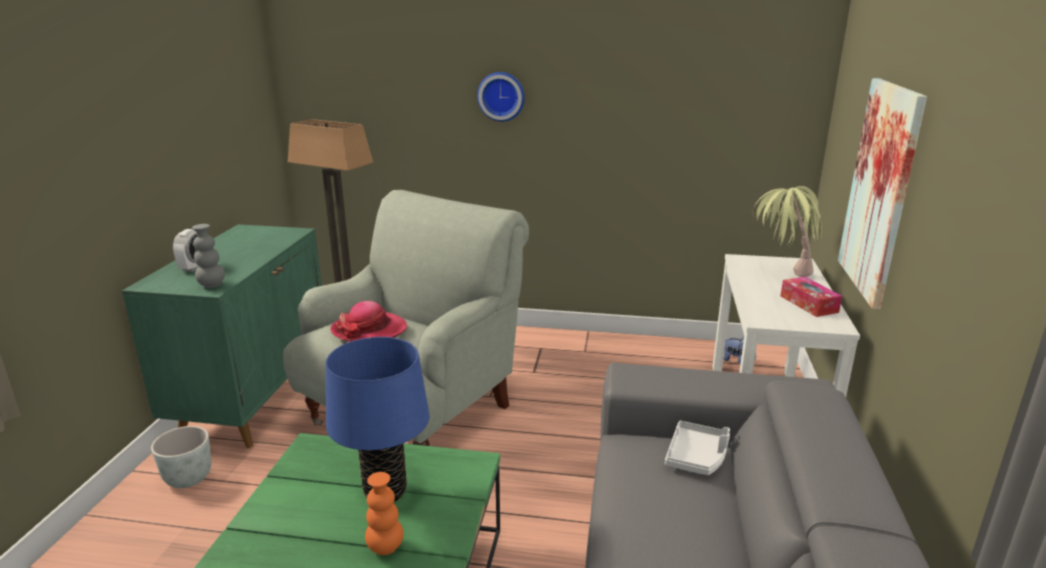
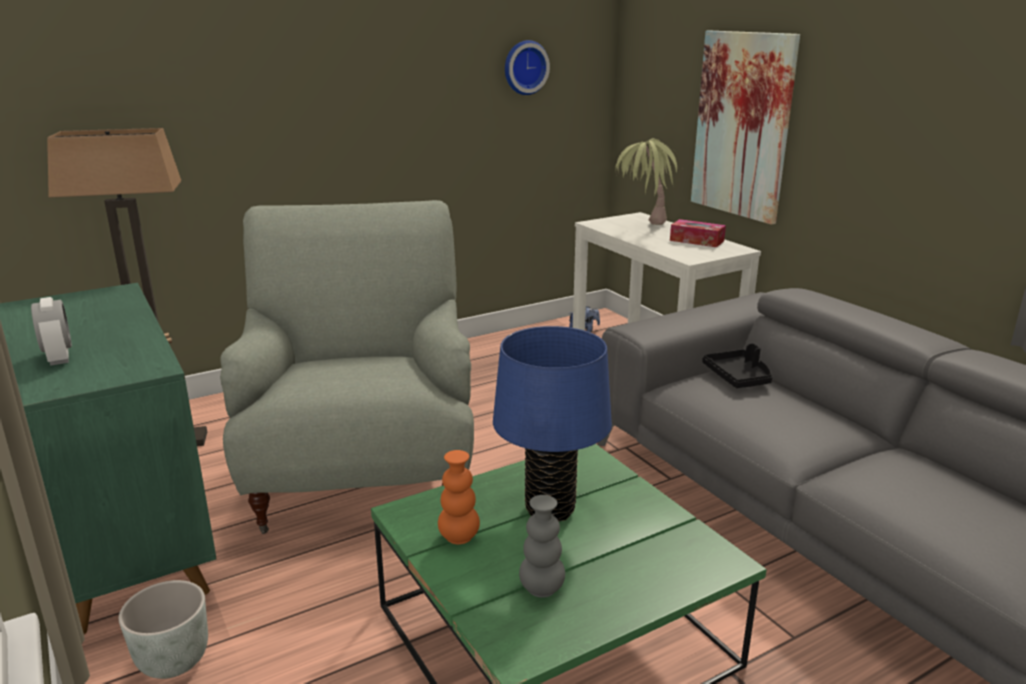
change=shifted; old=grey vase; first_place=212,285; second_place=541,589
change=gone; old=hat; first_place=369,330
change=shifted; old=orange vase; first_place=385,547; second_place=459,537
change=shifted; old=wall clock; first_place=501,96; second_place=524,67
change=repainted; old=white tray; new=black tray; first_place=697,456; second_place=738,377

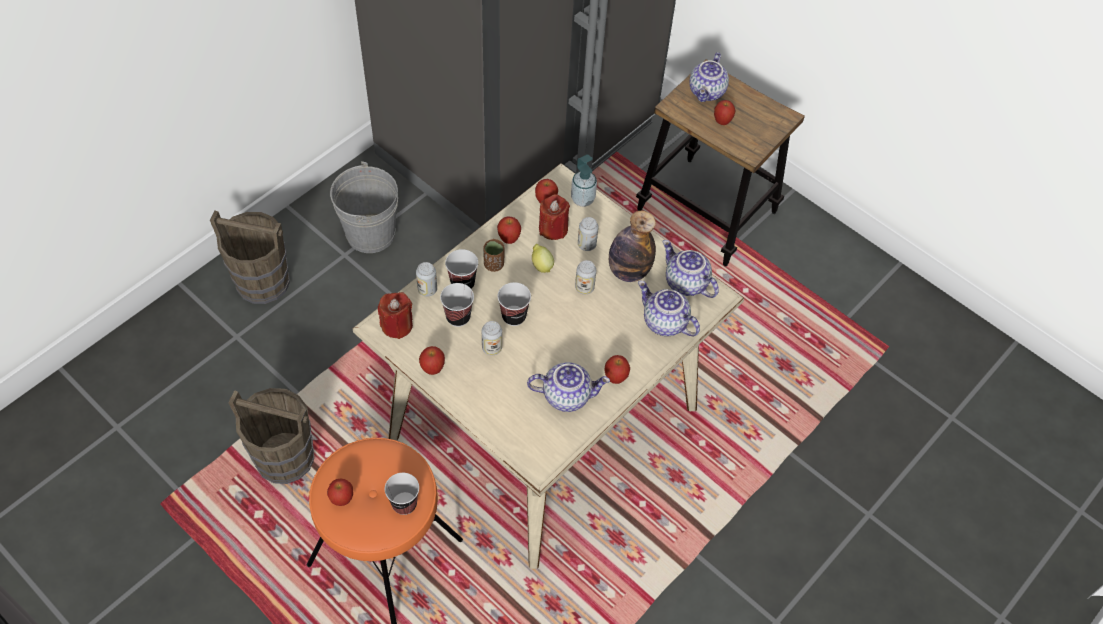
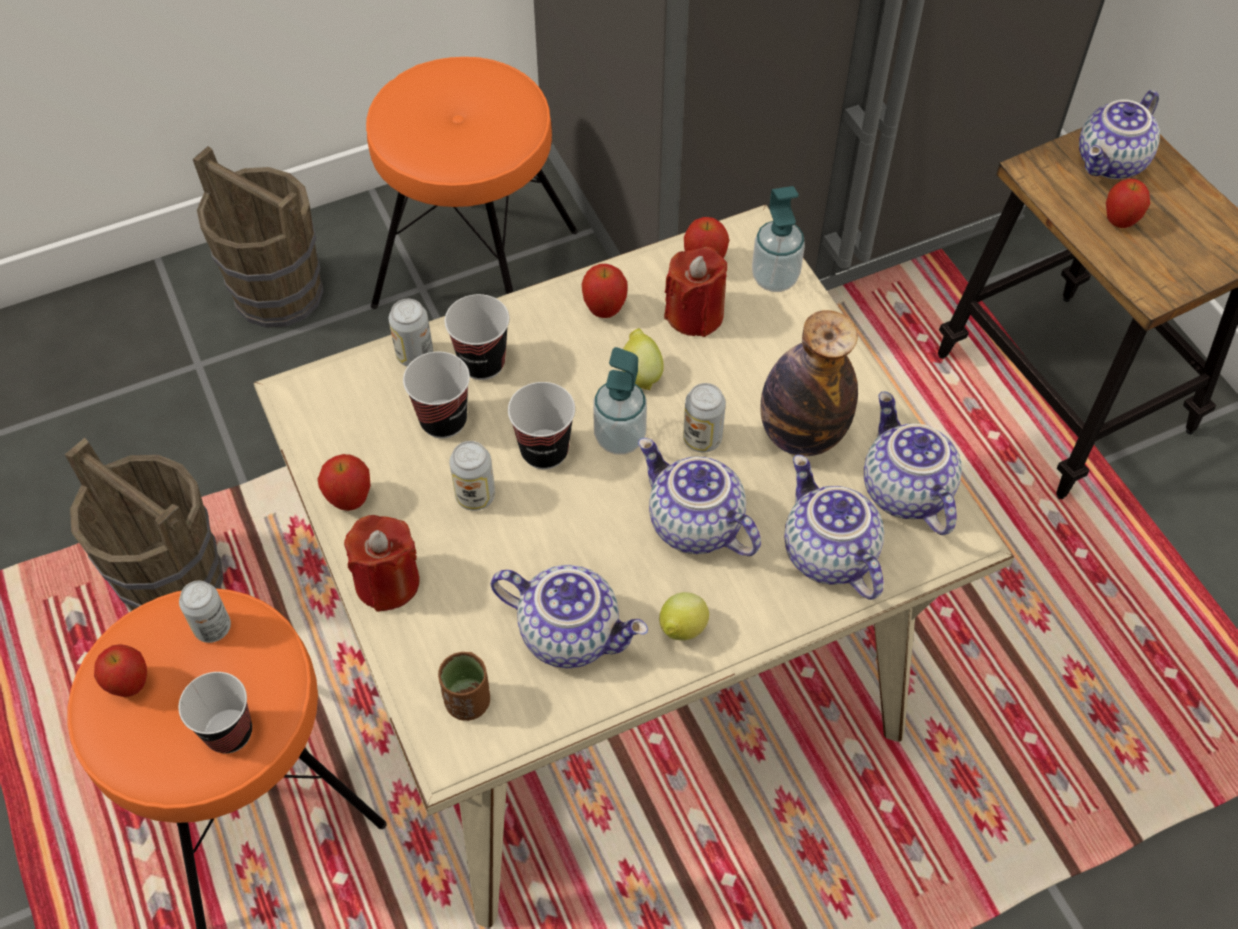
change=swapped; old=grey bucket; new=orange stool; first_place=370,233; second_place=477,267
change=shifted; old=red candle; first_place=397,325; second_place=387,582
change=shifted; old=brown cup; first_place=494,264; second_place=468,702
change=shifted; old=can; first_place=586,244; second_place=212,628
change=swapped; old=apple; new=lemon; first_place=615,378; second_place=681,631
change=new; new=soap dispenser; second_place=620,438
change=new; new=teapot; second_place=693,525

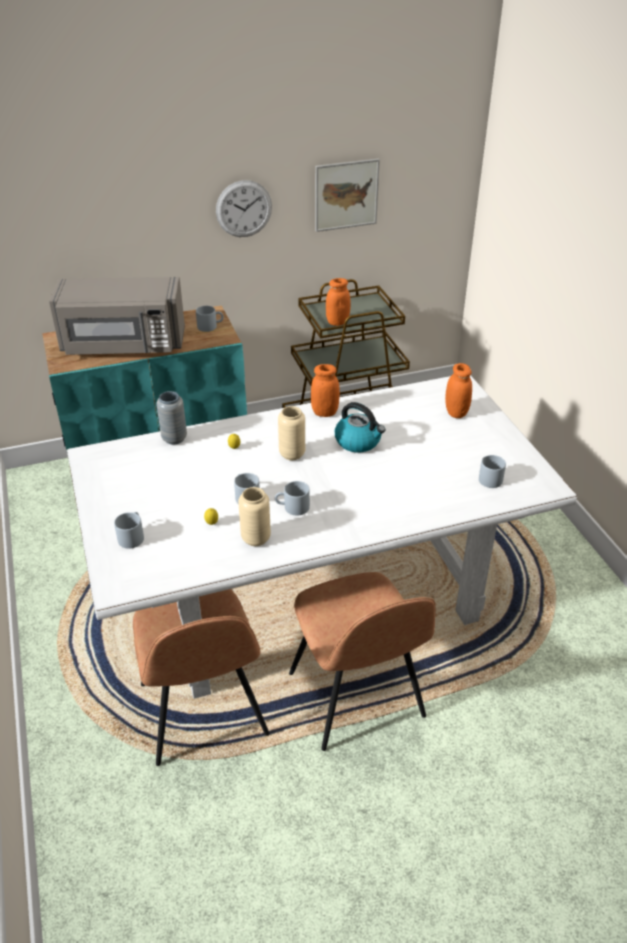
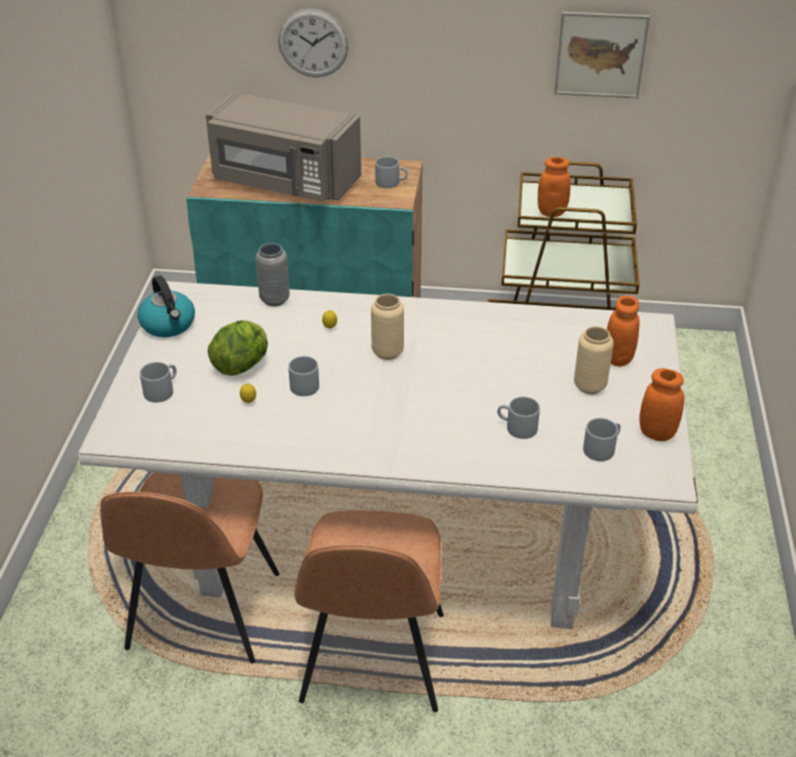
change=shifted; old=wall clock; first_place=244,209; second_place=313,43
change=shifted; old=beige vase; first_place=256,538; second_place=589,386
change=shifted; old=grey mug; first_place=292,507; second_place=516,427
change=shifted; old=orange jar; first_place=324,412; second_place=656,433
change=shifted; old=kettle; first_place=358,441; second_place=168,325
change=new; new=lettuce; second_place=242,365

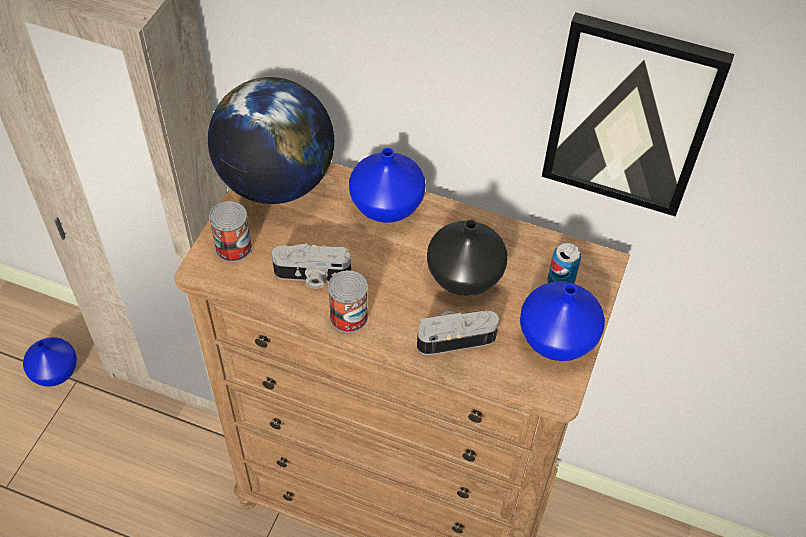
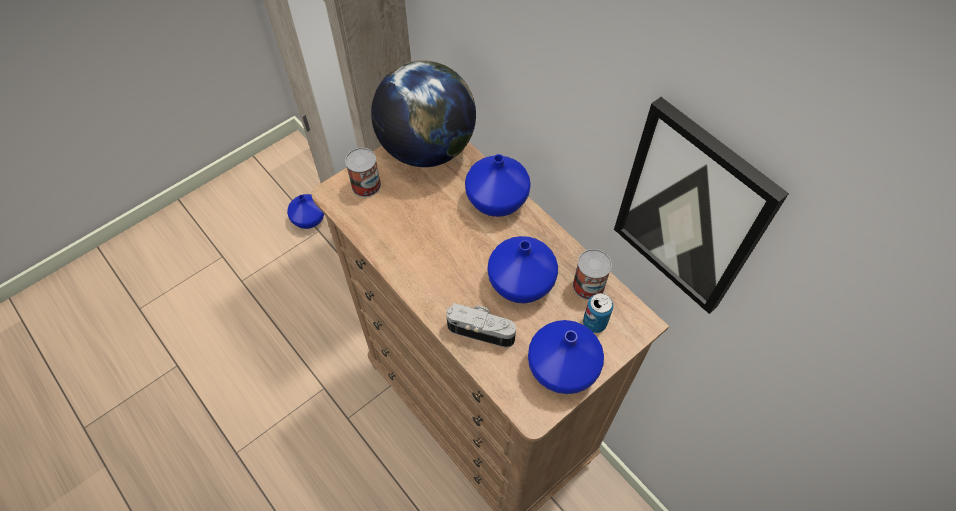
change=gone; old=photo camera; first_place=312,277
change=shifted; old=can; first_place=349,316; second_place=588,285
change=repainted; old=black vase; new=blue vase; first_place=465,277; second_place=521,284

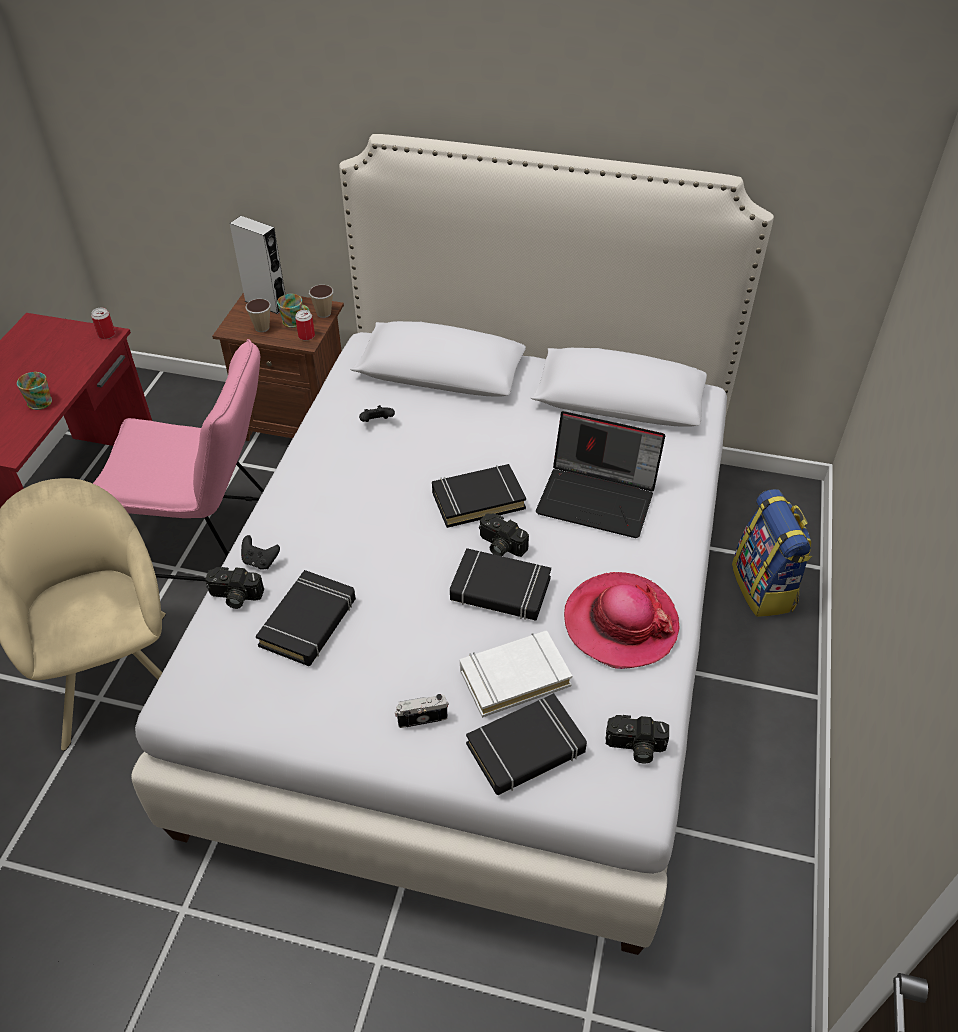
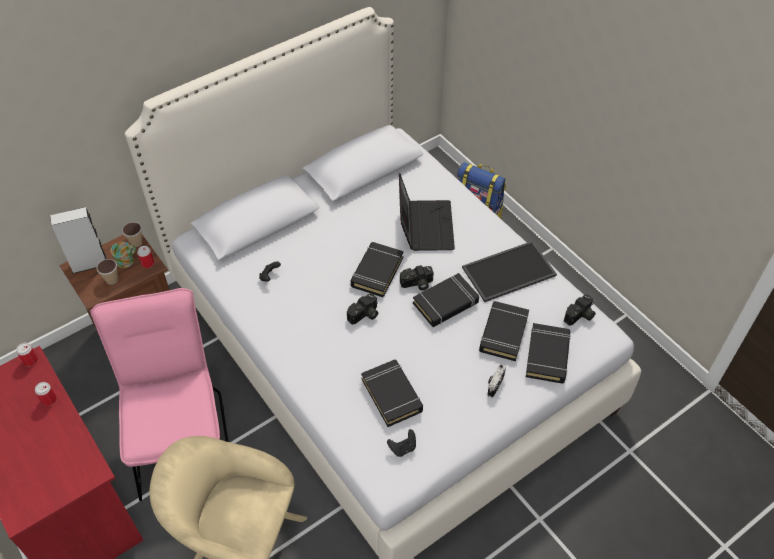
change=gone; old=mug; first_place=41,400
change=rotated; old=pink chair; first_place=205,537; second_place=181,437; degrees=-60
change=shifted; old=photo camera; first_place=234,597; second_place=364,315
change=shifted; old=black game controller; first_place=260,561; second_place=403,448
change=repainted; old=white book; new=black book; first_place=514,677; second_place=503,333
change=rotated; old=laptop; first_place=598,498; second_place=424,225; degrees=-60
change=swapped; old=hat; new=tray; first_place=620,623; second_place=508,272
change=new; new=can; second_place=49,400

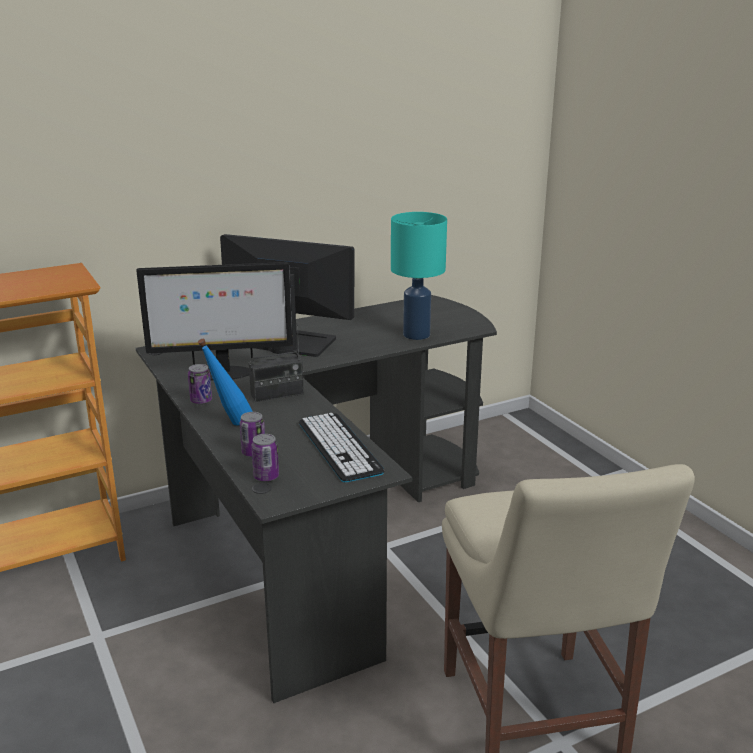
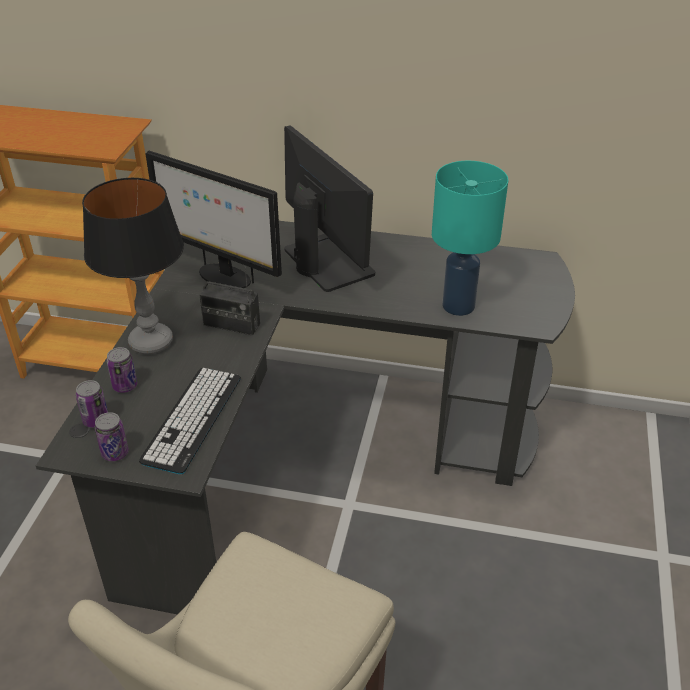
change=shifted; old=can; first_place=201,401; second_place=115,453
change=swapped; old=blue bottle; new=table lamp; first_place=229,424; second_place=151,342

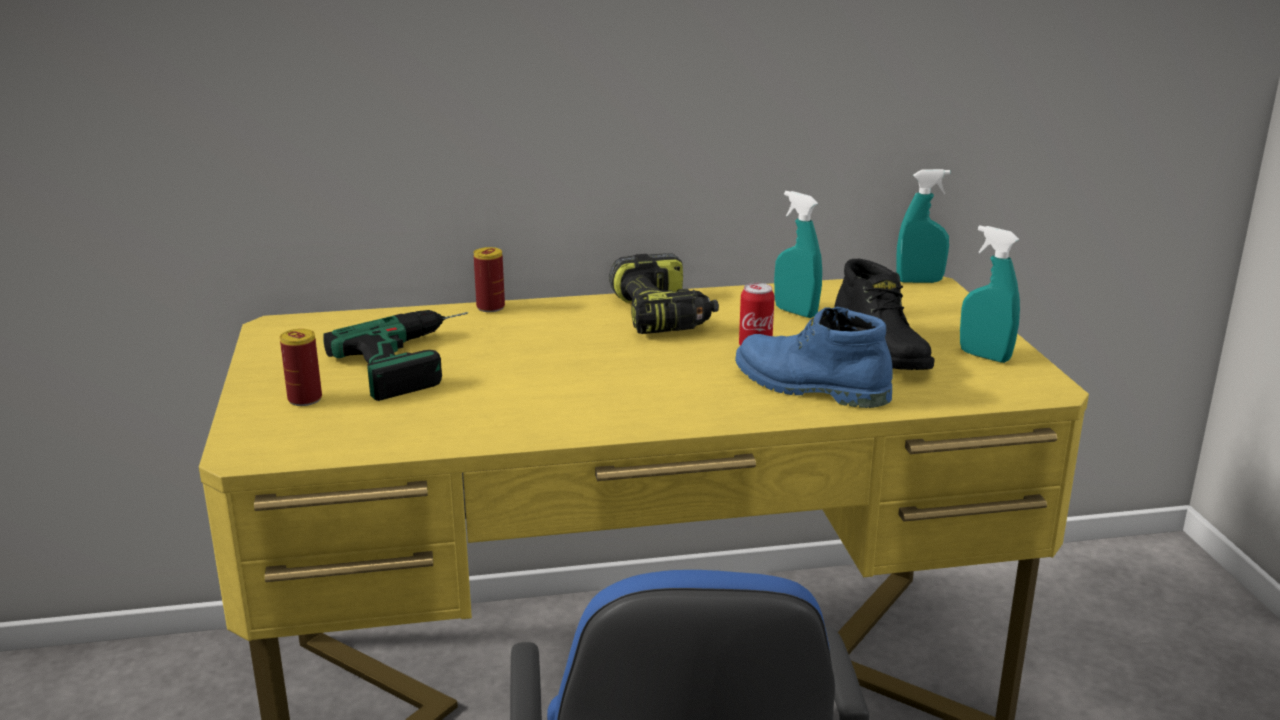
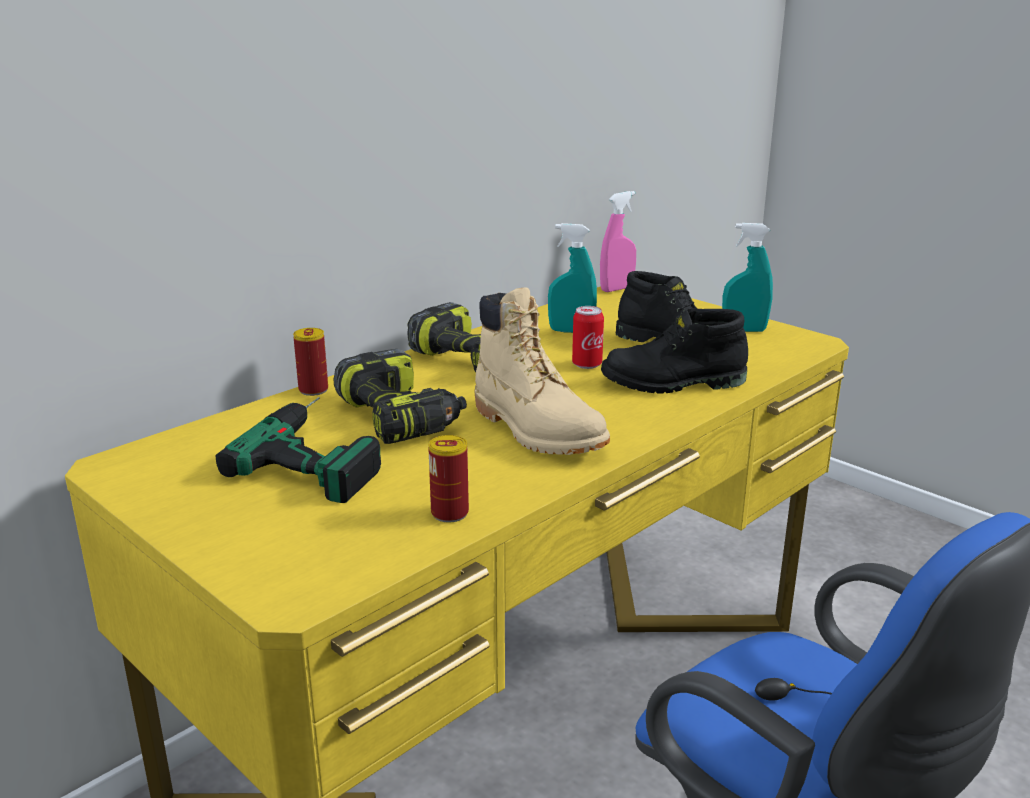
change=shifted; old=can; first_place=305,399; second_place=449,513
change=repainted; old=blue boot; new=black boot; first_place=809,387; second_place=673,383
change=repainted; old=turquoise spray bottle; new=pink spray bottle; first_place=919,281; second_place=617,289
change=new; new=power drill; second_place=401,418
change=new; new=beige boot; second_place=537,430

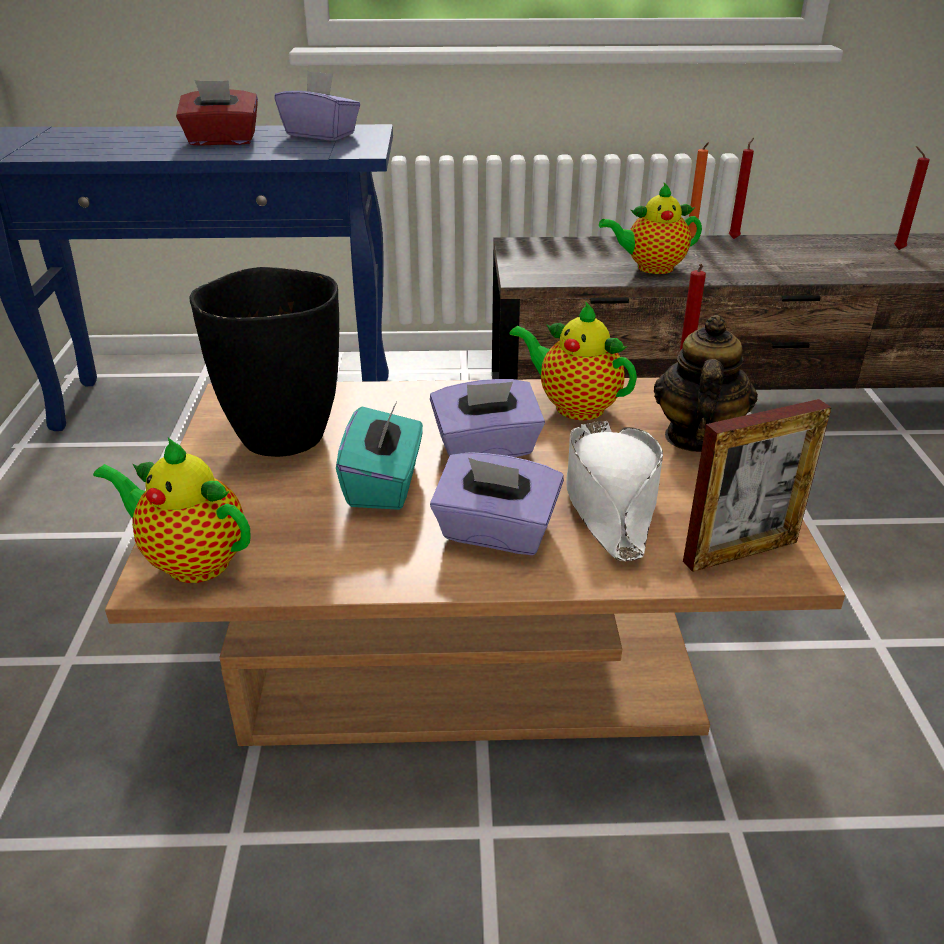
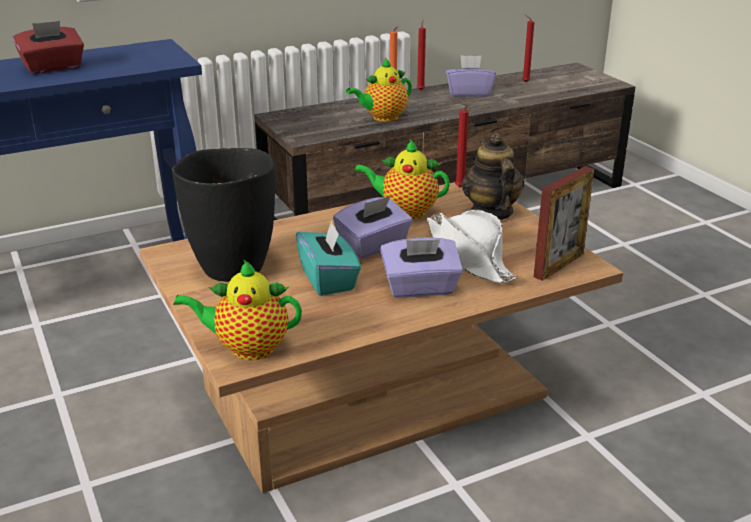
change=shifted; old=purple tissue box; first_place=321,134; second_place=469,93

